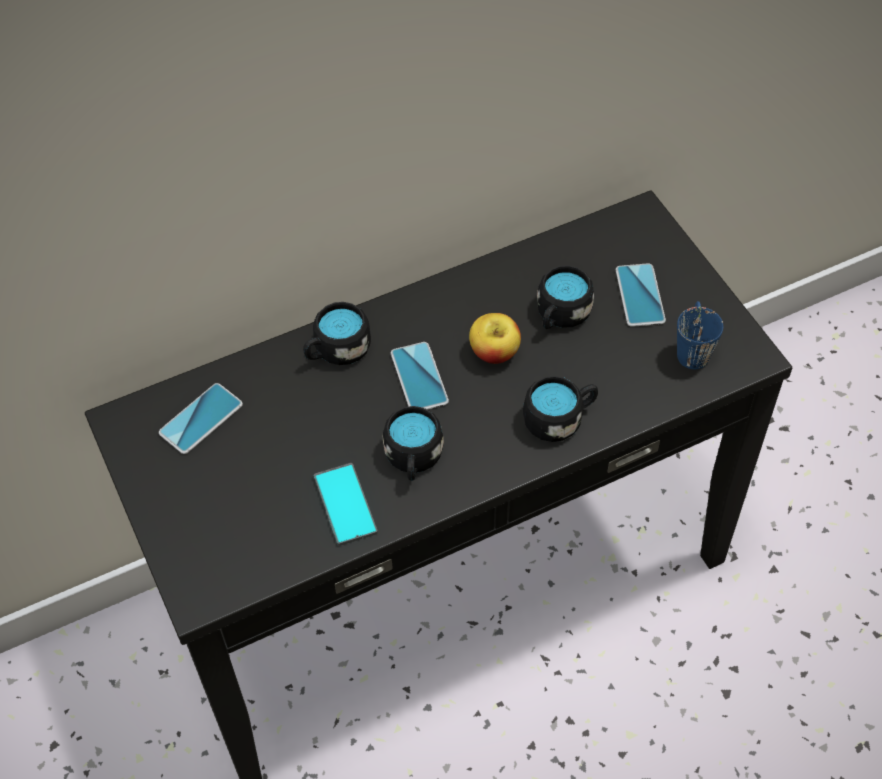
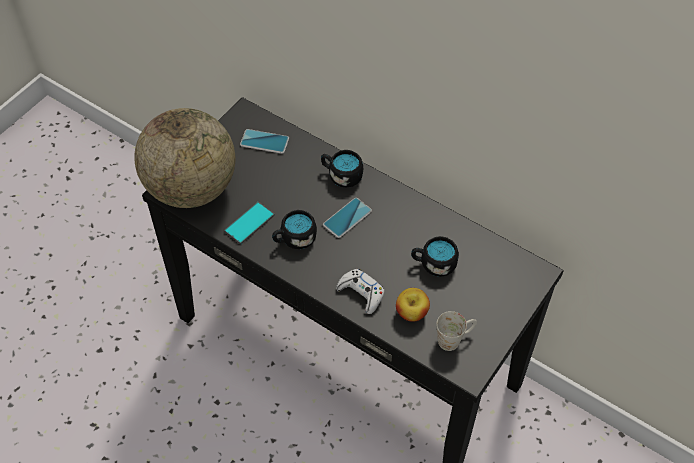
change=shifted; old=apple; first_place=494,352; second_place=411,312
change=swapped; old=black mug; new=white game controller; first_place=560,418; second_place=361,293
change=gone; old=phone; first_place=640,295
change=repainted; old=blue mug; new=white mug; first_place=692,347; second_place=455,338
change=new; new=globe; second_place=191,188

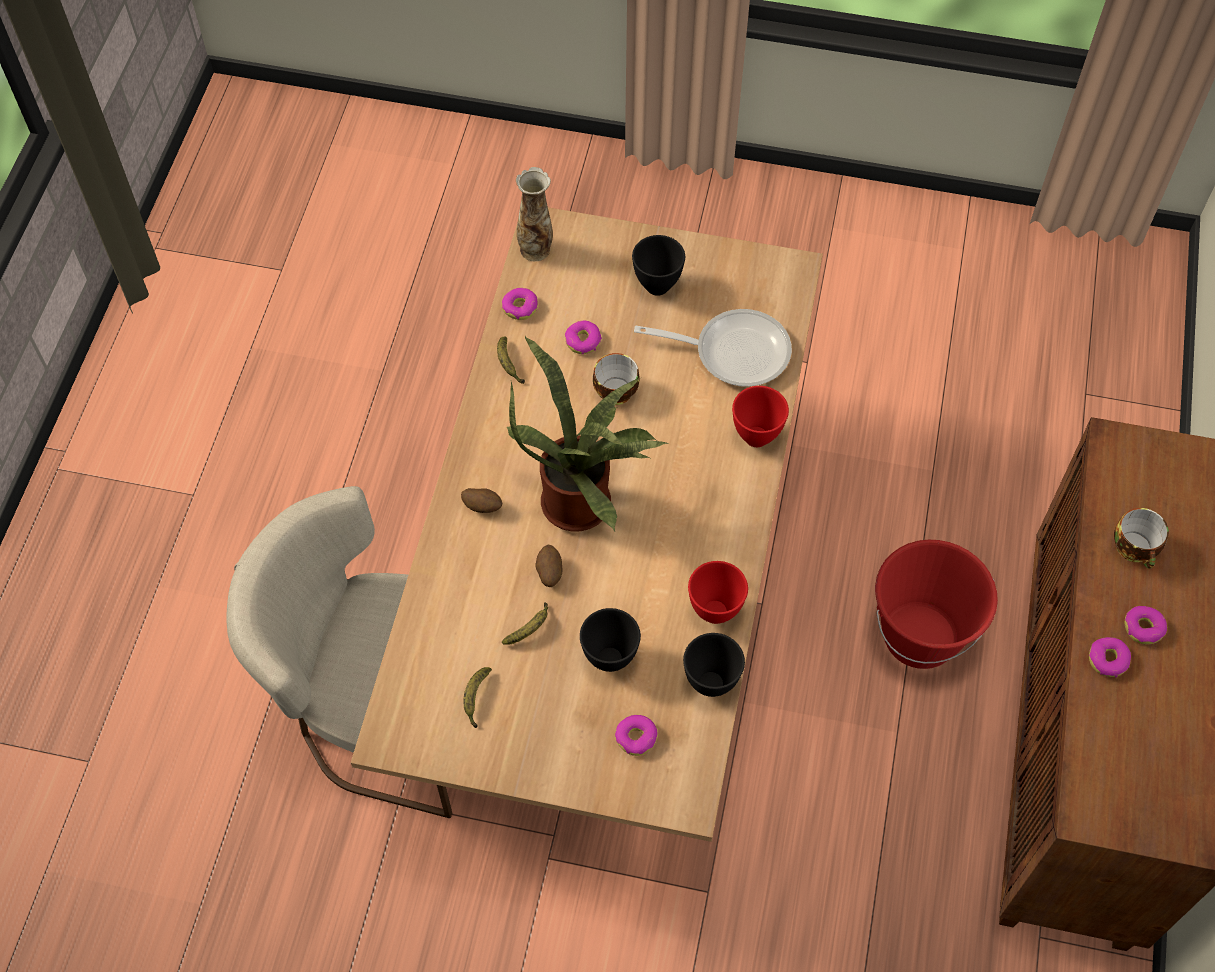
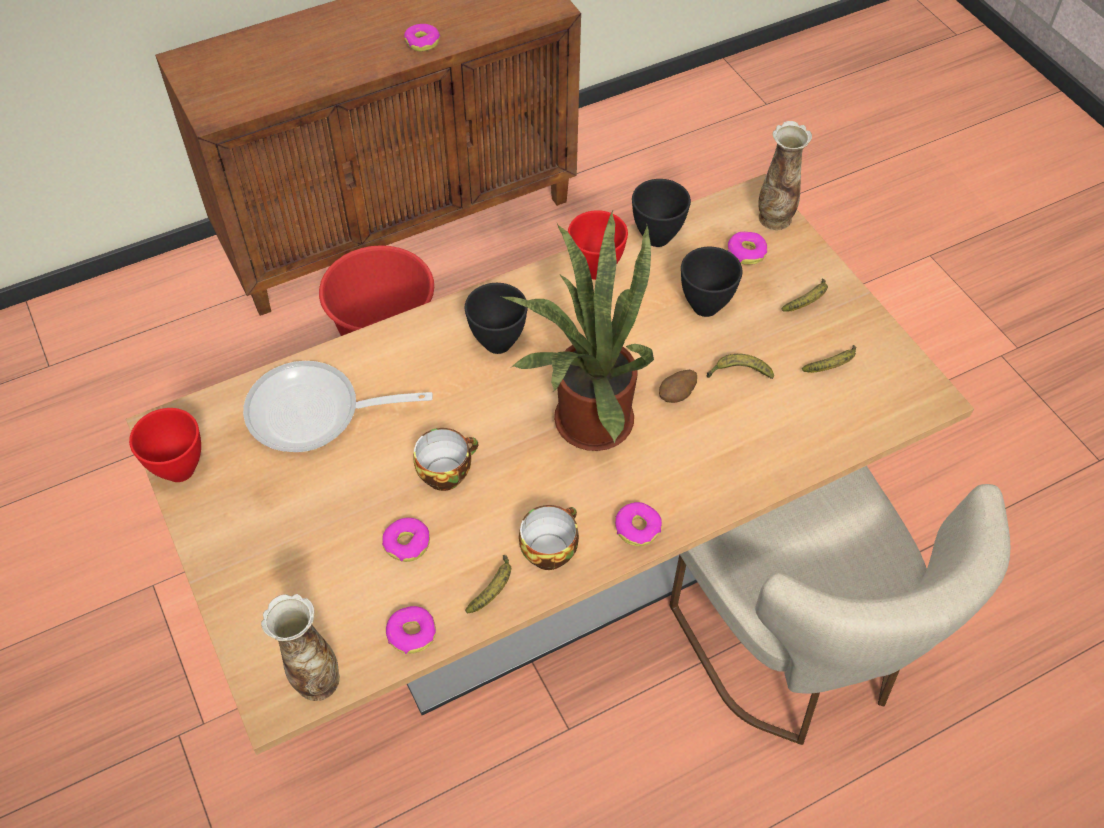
change=gone; old=potato; first_place=482,506
change=shifted; old=black bowl; first_place=656,285; second_place=498,344
change=rotated; old=frying pan; first_place=733,351; second_place=314,414; degrees=-60
change=shifted; old=red bowl; first_place=756,435; second_place=178,470
change=shifted; old=cup; first_place=1135,549; second_place=549,549
change=shifted; old=donut; first_place=1143,628; second_place=637,528
change=new; new=vase; second_place=774,219
change=new; new=banana; second_place=807,301

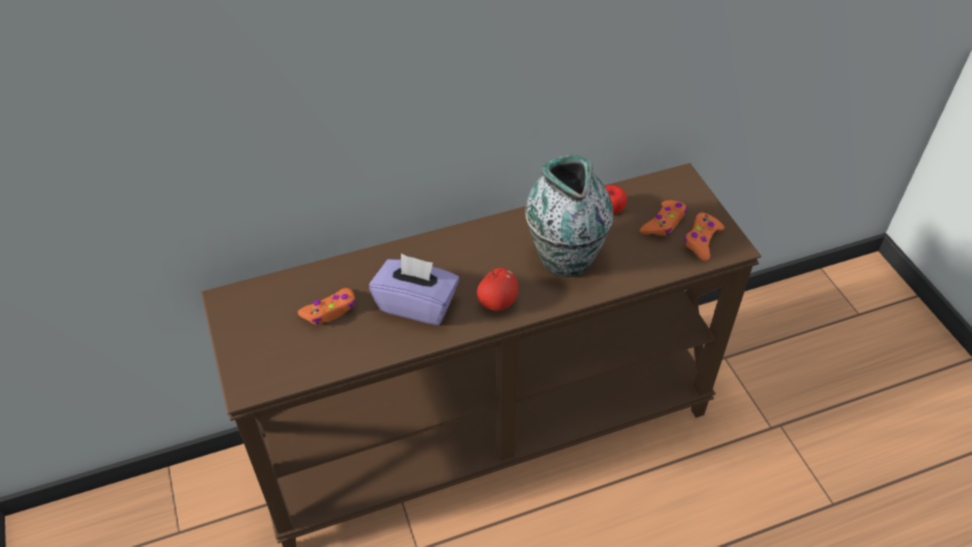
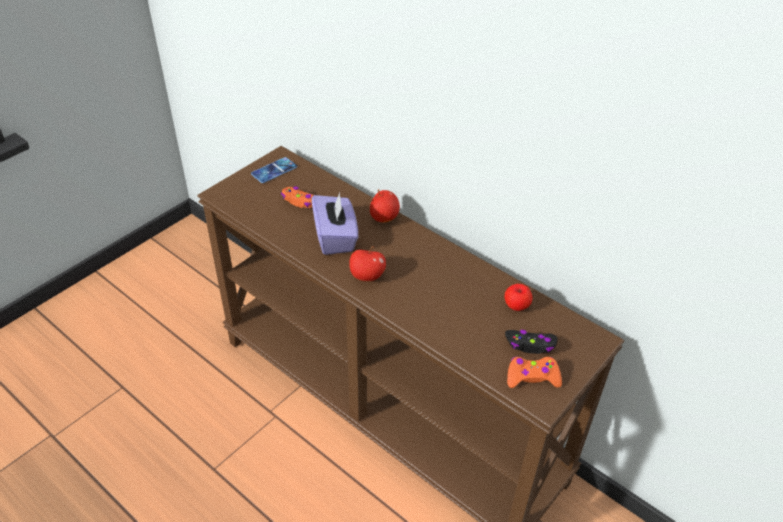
change=gone; old=vase; first_place=565,257
change=repainted; old=orange game controller; new=black game controller; first_place=664,223; second_place=530,345
change=new; new=phone; second_place=274,170
change=new; new=apple; second_place=384,218

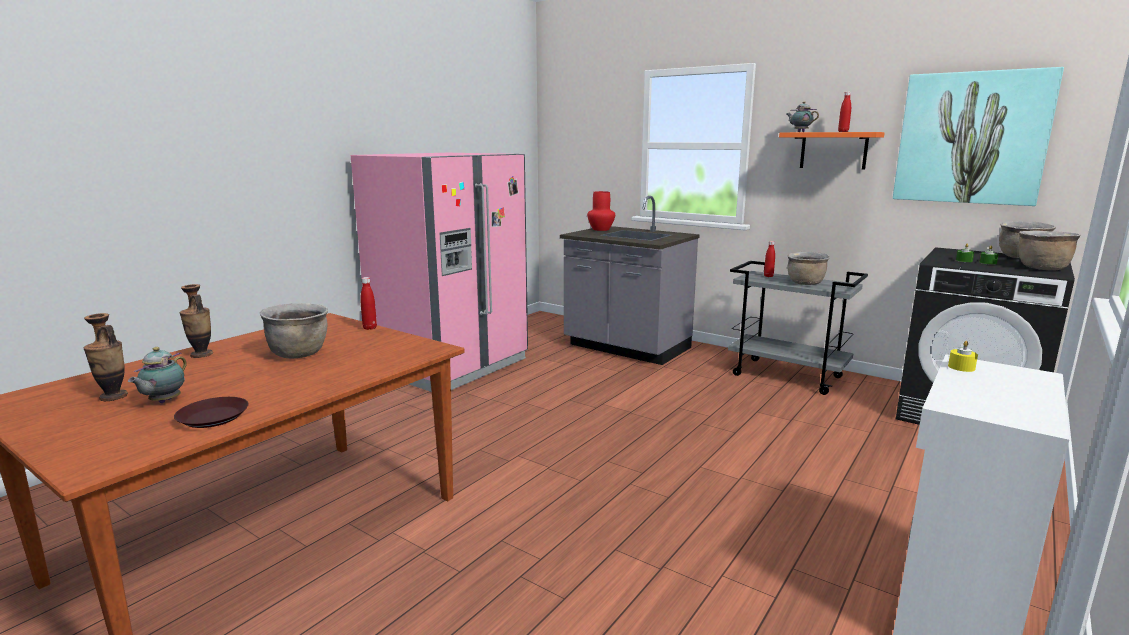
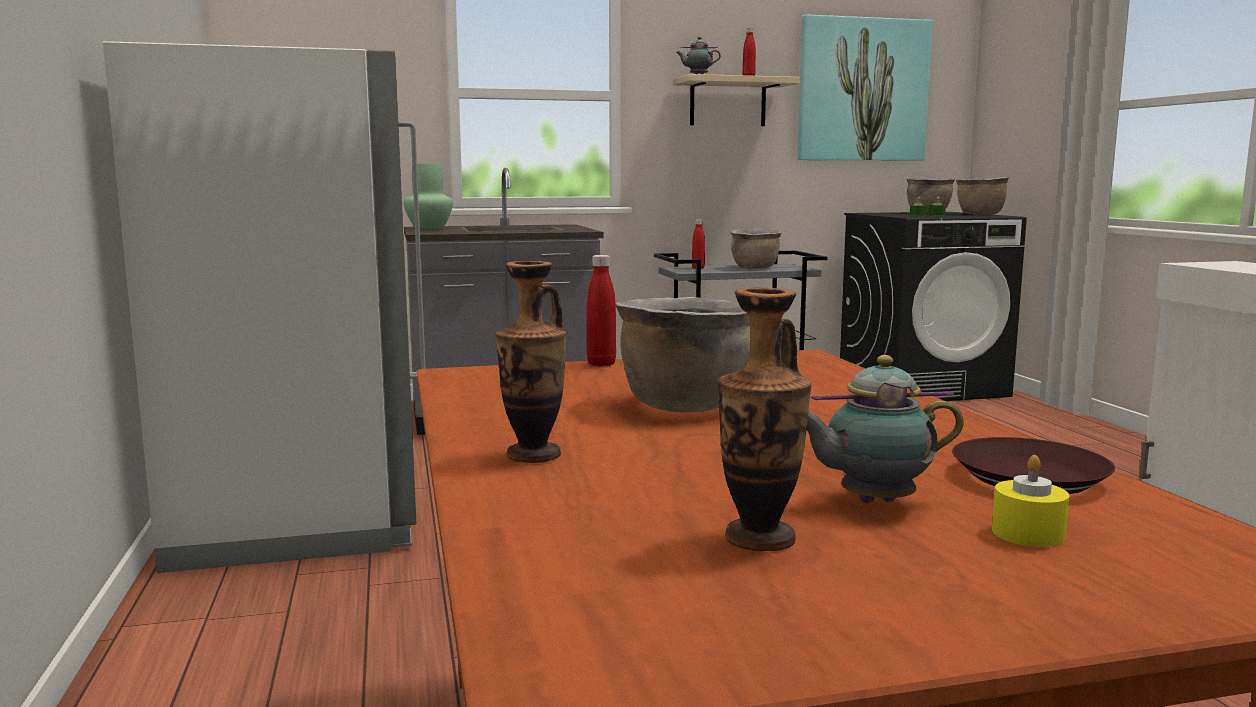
change=rotated; old=teapot; first_place=163,402; second_place=871,502; degrees=120
change=repainted; old=pink fridge; new=white fridge; first_place=451,366; second_place=303,513
change=repainted; old=red vase; new=green vase; first_place=600,229; second_place=428,228
change=repainted; old=orange shelf; new=beige shelf; first_place=833,150; second_place=727,102
change=shifted; old=yellow candle; first_place=961,367; second_place=1028,533

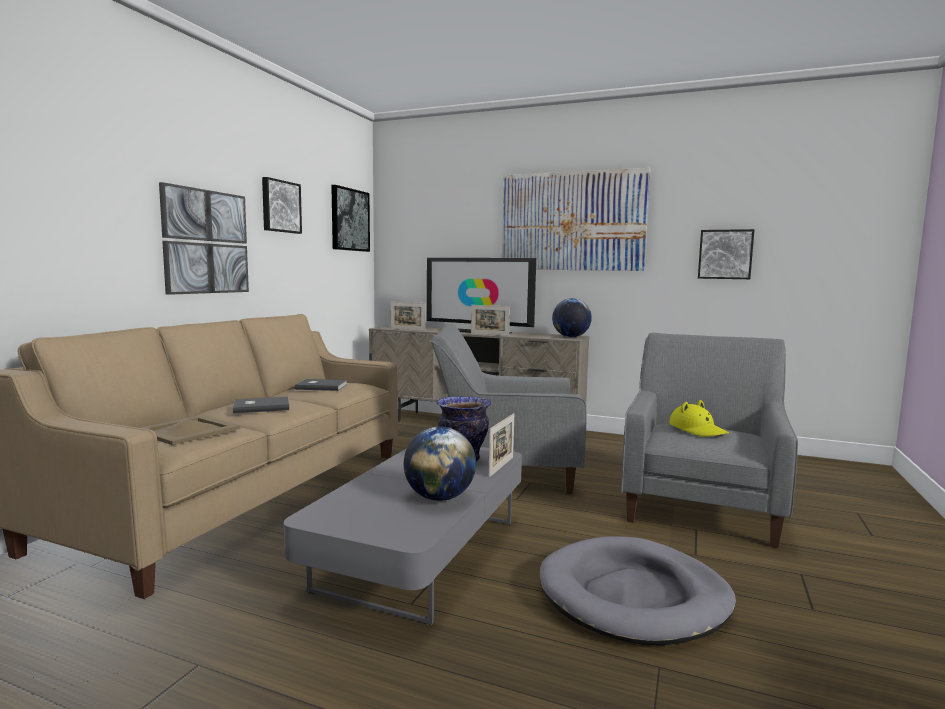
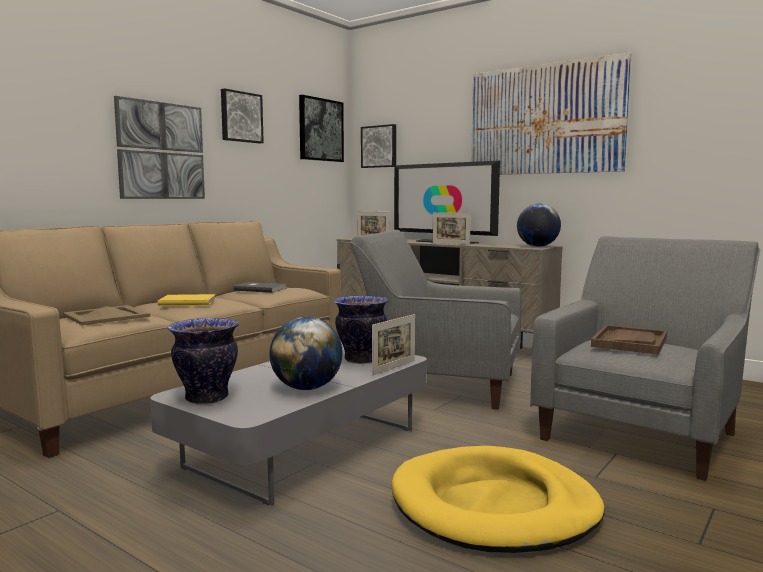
change=repainted; old=grey book; new=yellow book; first_place=260,407; second_place=187,302
change=repainted; old=grey dog bed; new=yellow dog bed; first_place=634,596; second_place=494,506
change=swapped; old=yellow hat; new=brown tray; first_place=698,430; second_place=629,342
change=shifted; old=picture; first_place=725,254; second_place=379,146
change=new; new=vase; second_place=206,398

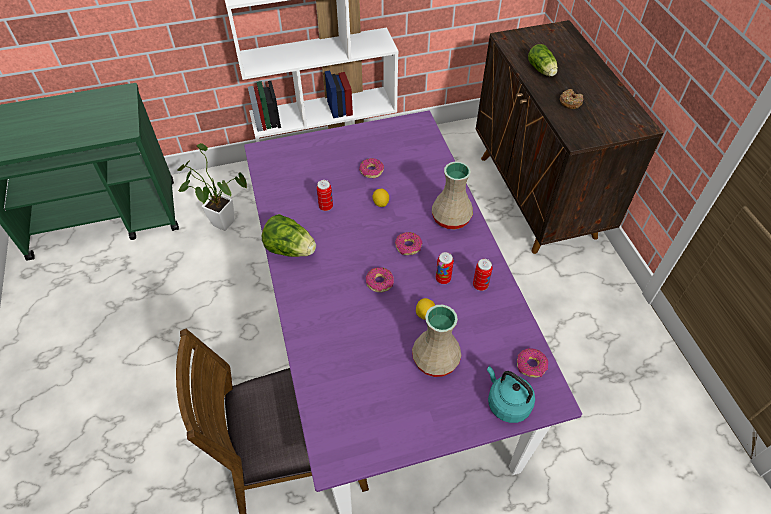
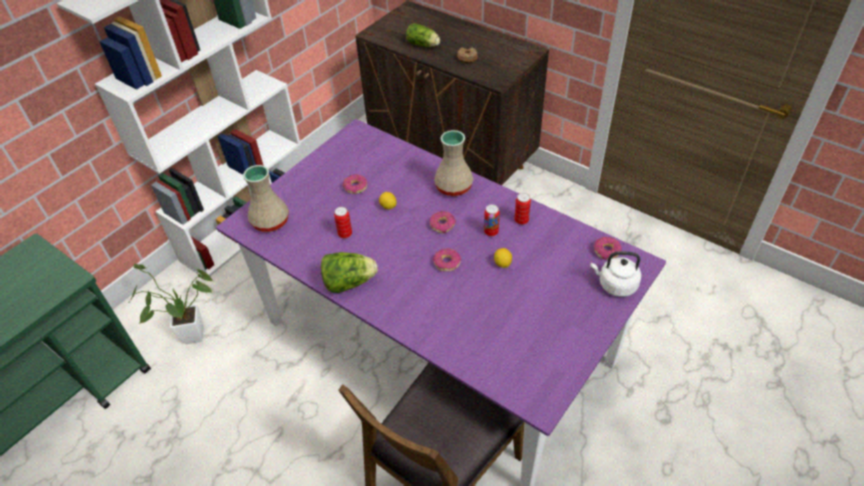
change=shifted; old=beige vase; first_place=436,360; second_place=271,222
change=repainted; old=turquoise kettle; new=white kettle; first_place=506,403; second_place=615,285

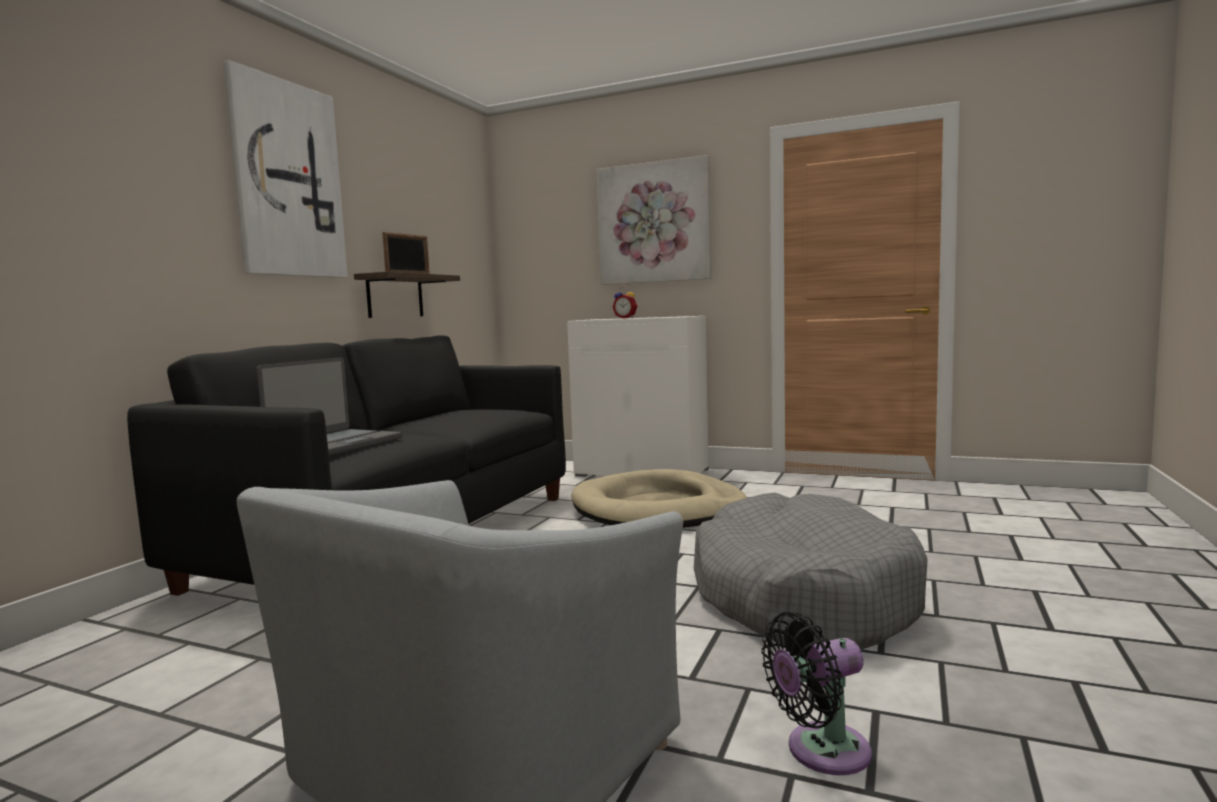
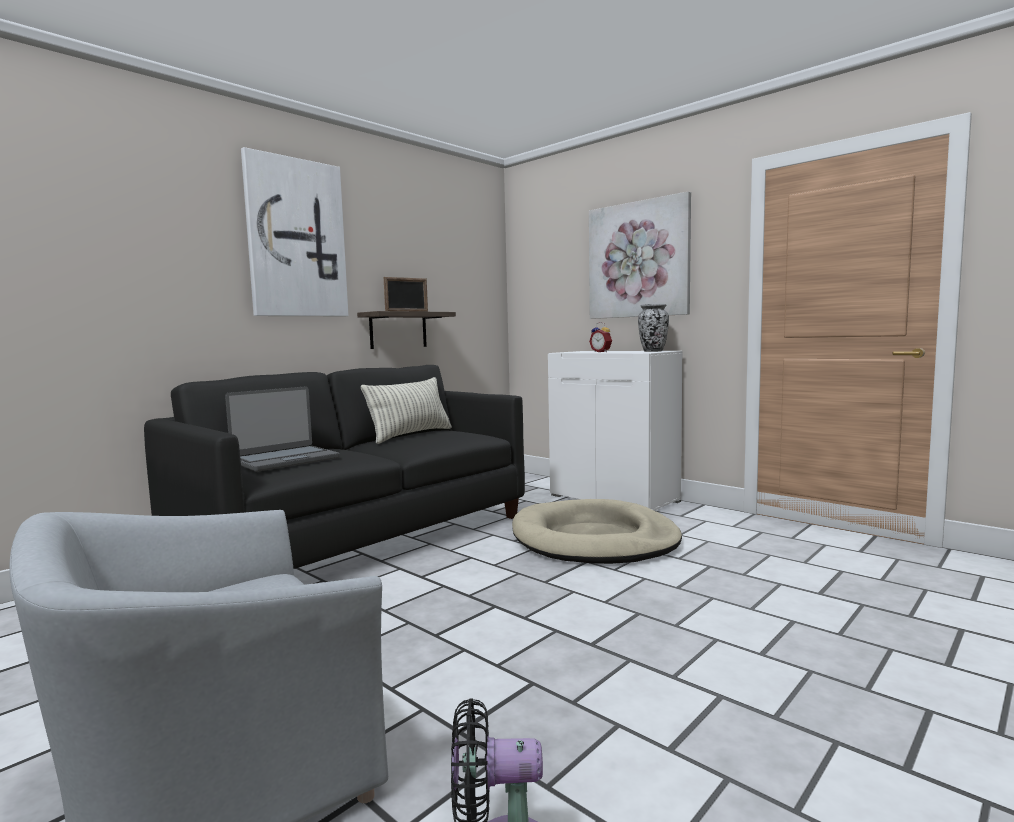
change=gone; old=grey dog bed; first_place=801,598
change=new; new=pillow; second_place=410,435
change=new; new=vase; second_place=653,351

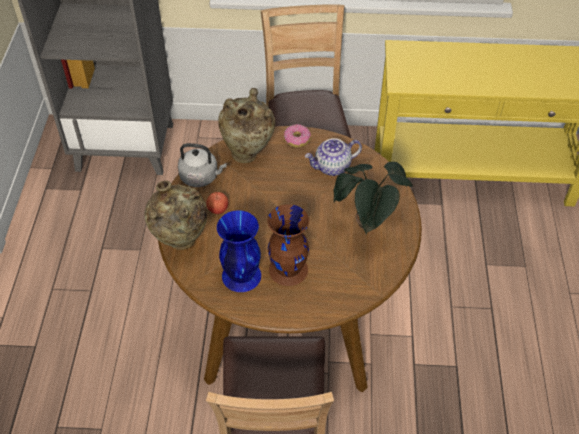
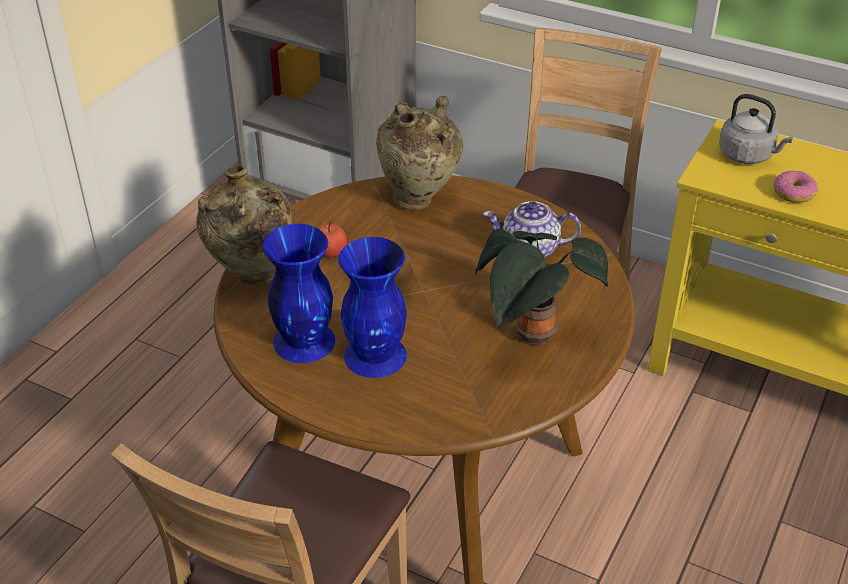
change=shifted; old=grey kettle; first_place=201,177; second_place=748,156
change=repainted; old=brown vase; new=blue vase; first_place=289,270; second_place=376,356
change=shifted; old=donut; first_place=297,139; second_place=793,193

